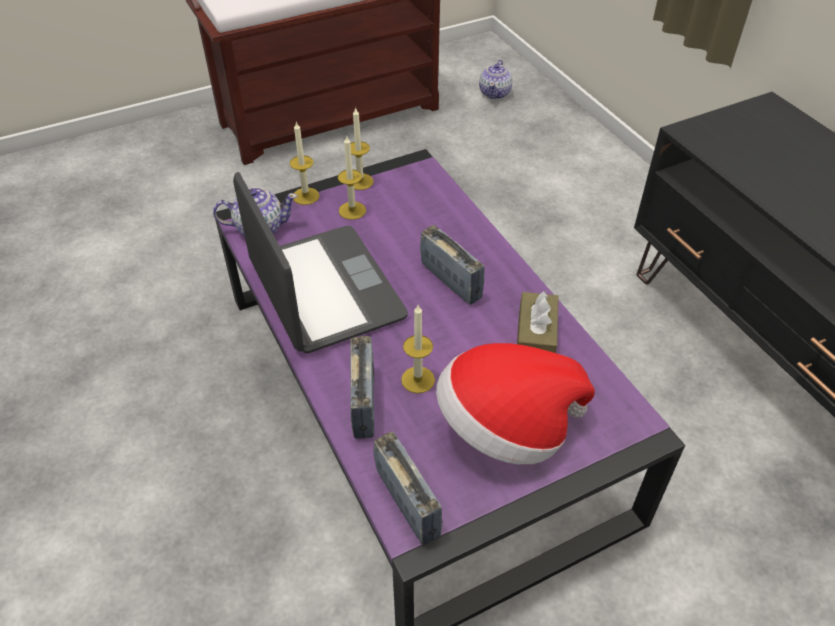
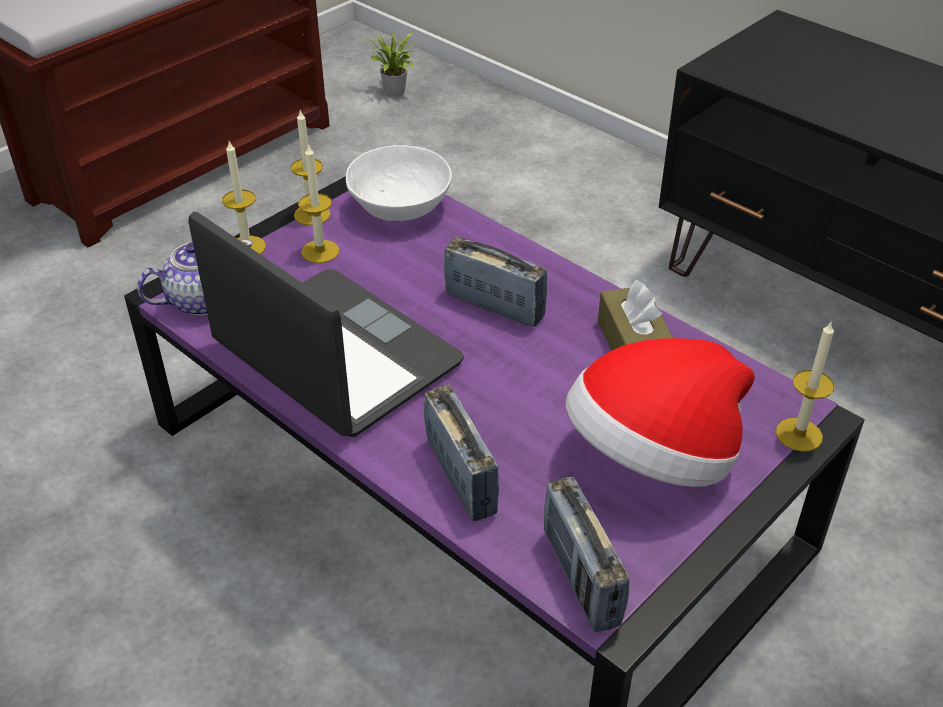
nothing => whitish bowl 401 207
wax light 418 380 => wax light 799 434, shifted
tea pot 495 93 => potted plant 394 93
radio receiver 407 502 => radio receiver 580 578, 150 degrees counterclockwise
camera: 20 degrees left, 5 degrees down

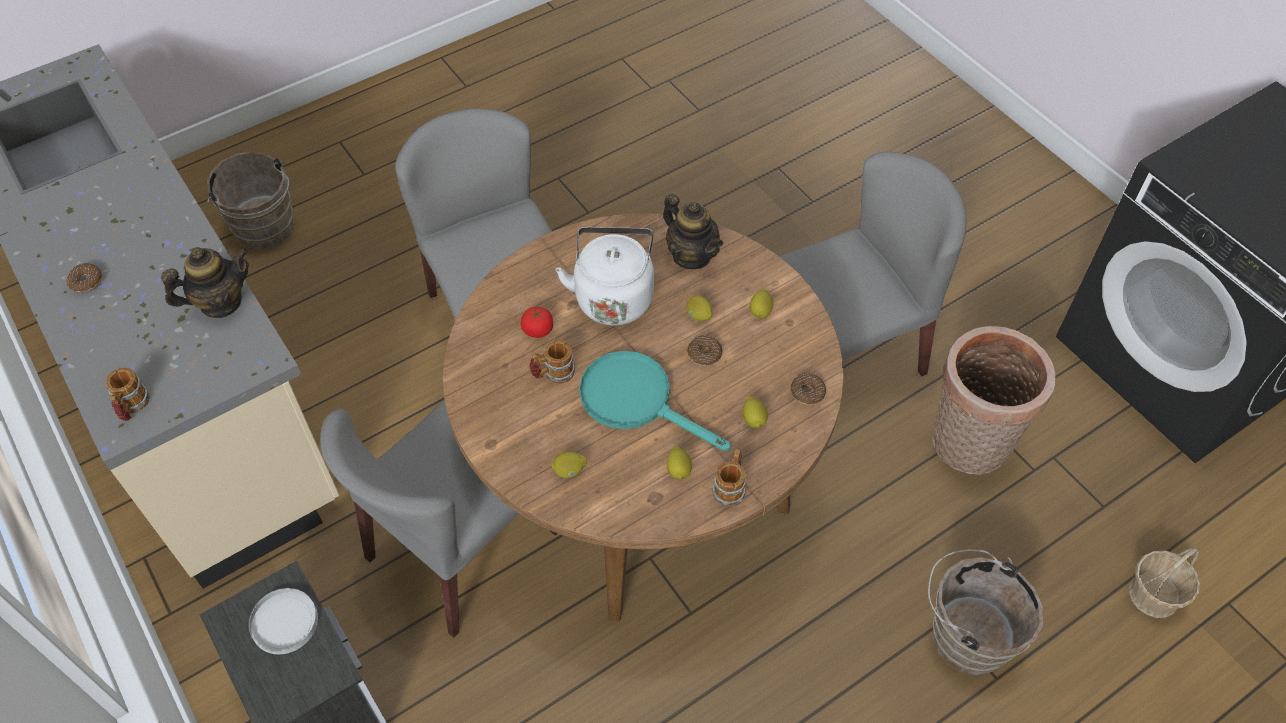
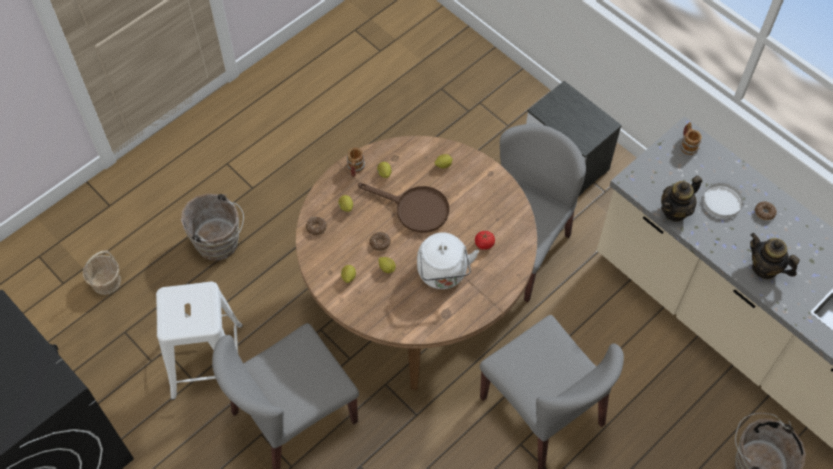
coffee mug 553 374 => nothing
whitish flat dish 284 622 => whitish flat dish 722 202, shifted
tea pot 691 255 => tea pot 765 268, shifted
household basket 968 446 => whitish stool 207 360
turquoise pan 637 400 => brownish pan 414 209
camera: 170 degrees right, 5 degrees up

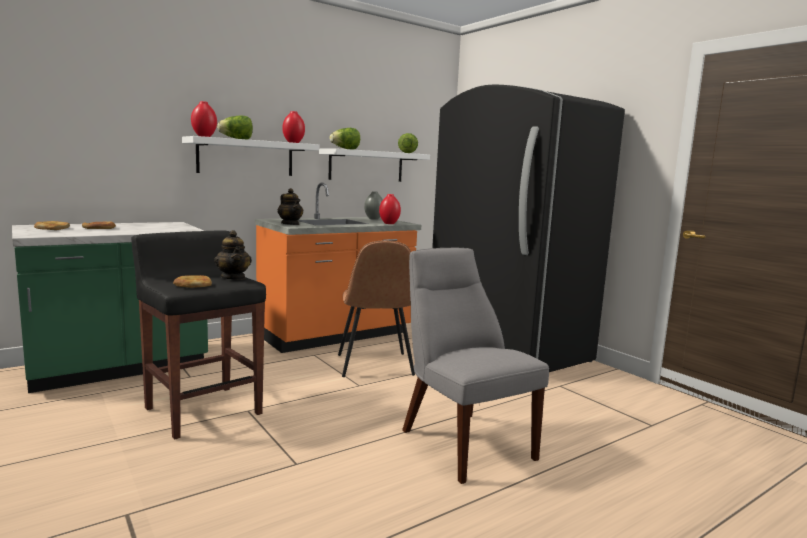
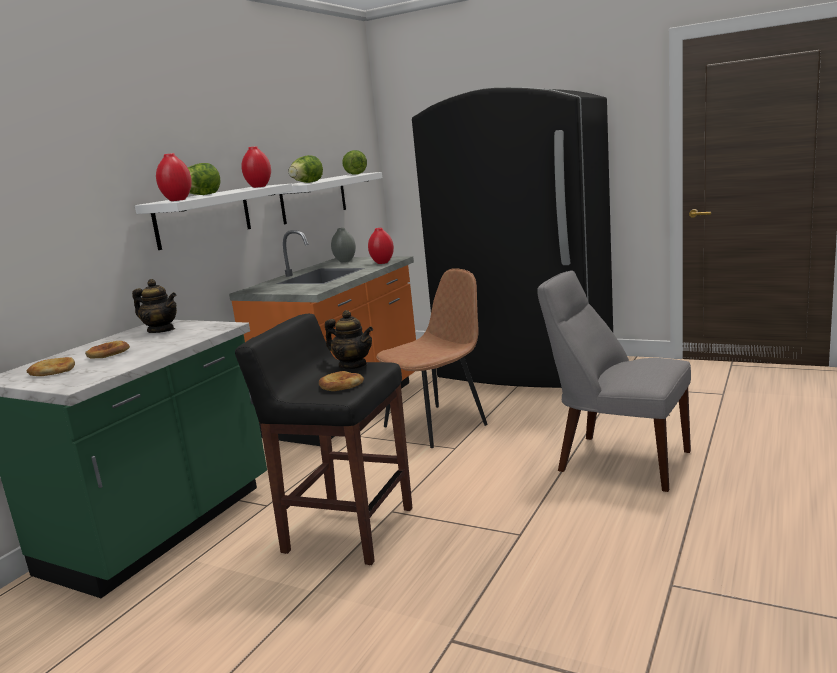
tea pot 290 224 => tea pot 161 330, shifted
brownish chair 375 366 => brownish chair 437 425, 90 degrees counterclockwise
camera: 25 degrees left, 5 degrees up

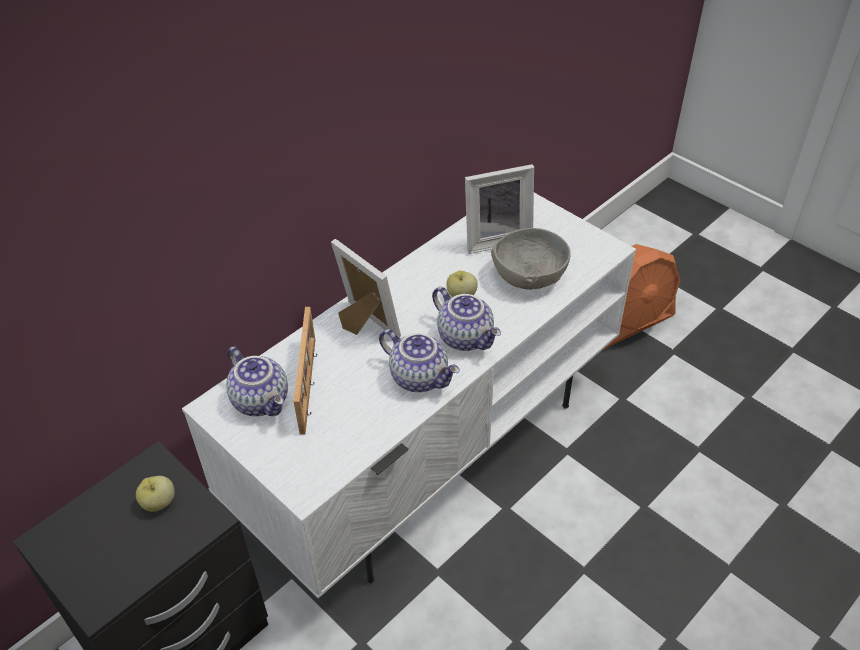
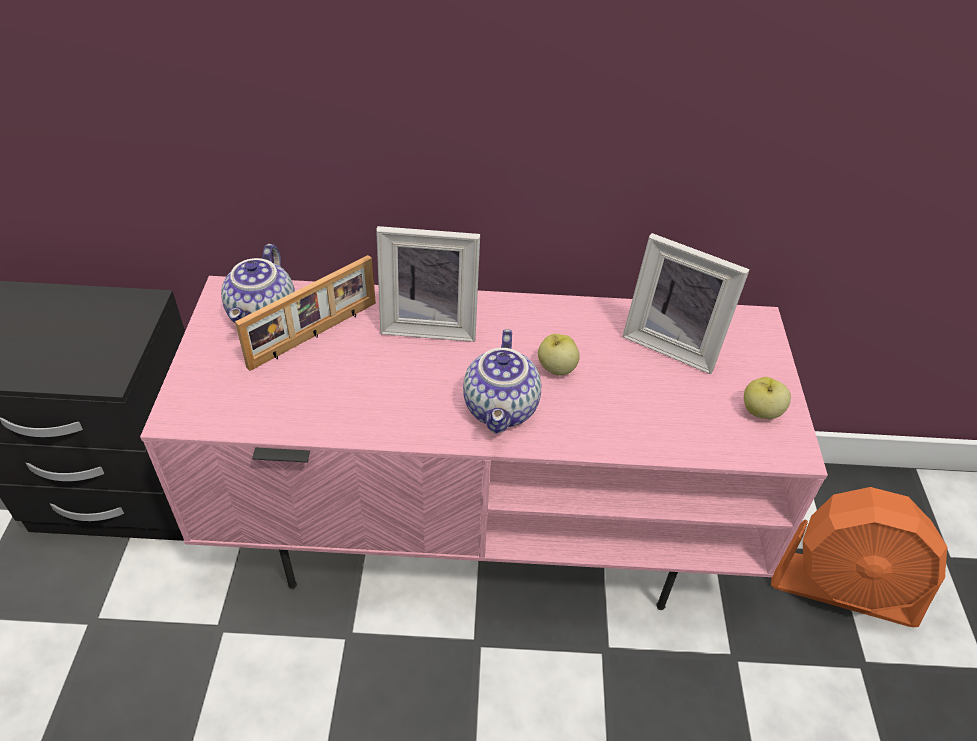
tea pot 420 377 => nothing
grey bowl 529 275 => nothing
apple fruit 159 503 => apple fruit 760 412, shifted
whitish tv stand 430 448 => pinkish tv stand 483 524
standing frame 363 326 => standing frame 430 324, 90 degrees clockwise
camera: 45 degrees right, 0 degrees up

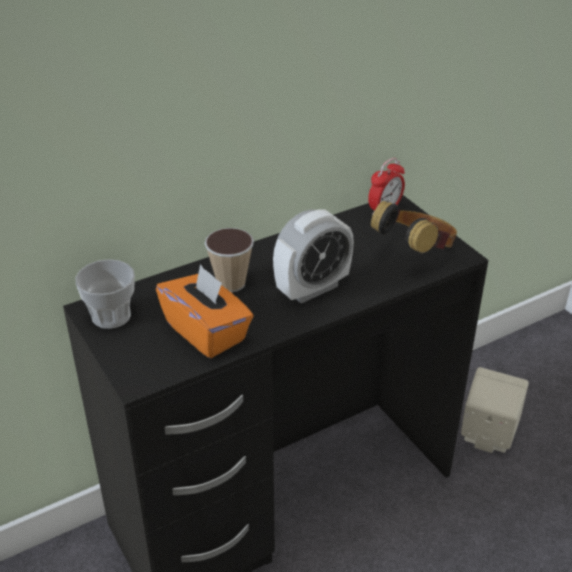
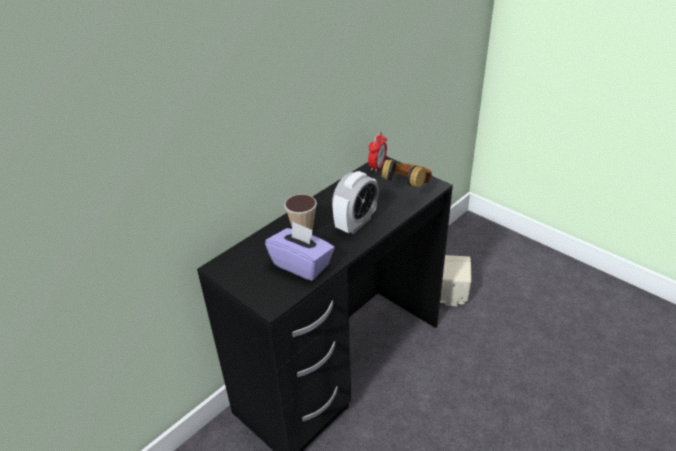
drinking cup 111 316 => nothing
orangey box of tissues 207 332 => purple-coloured box of tissues 302 265
camera: 15 degrees left, 0 degrees up

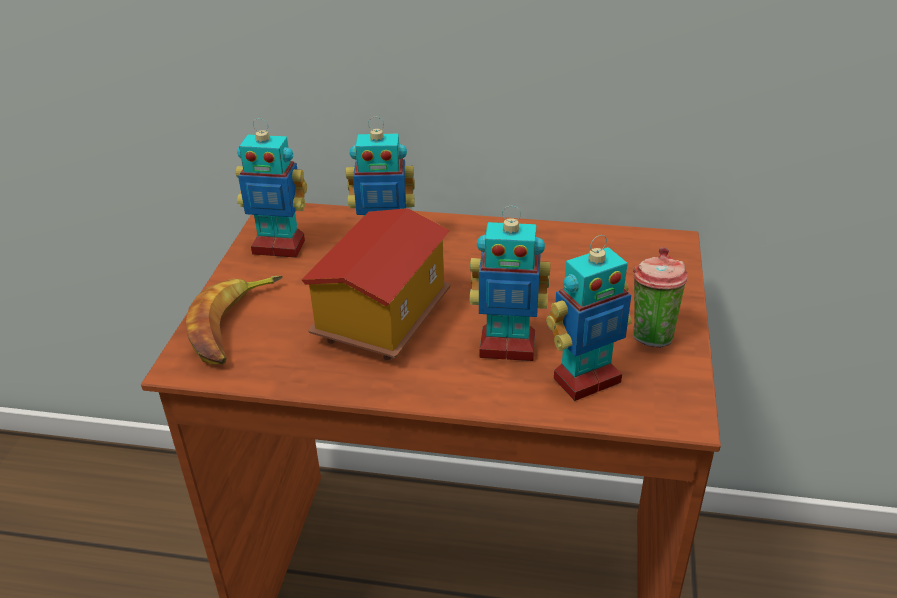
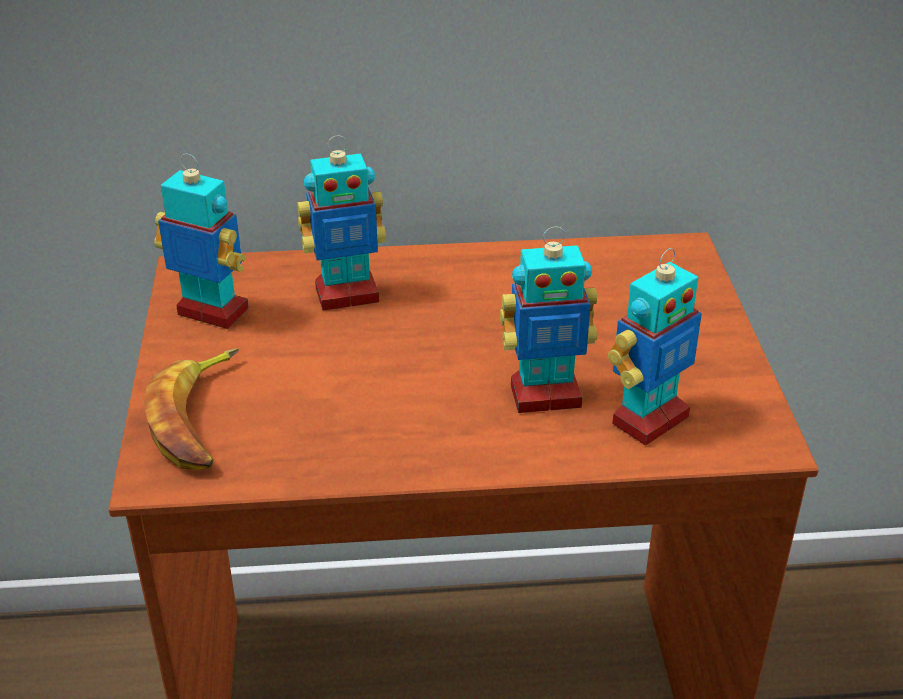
miniature house 381 318 => nothing
drinking cup 650 334 => nothing
robot figure 279 246 => robot figure 212 313, 150 degrees counterclockwise
camera: 15 degrees left, 0 degrees up

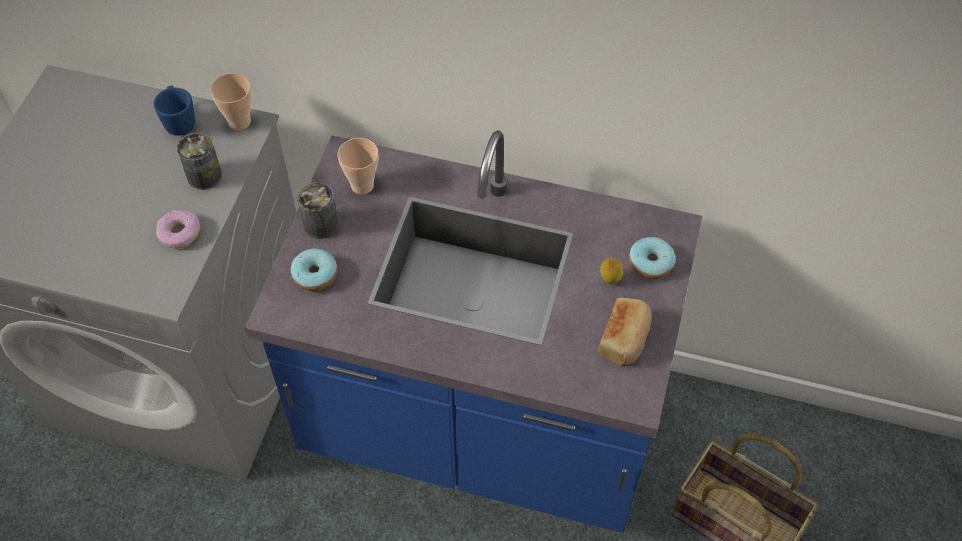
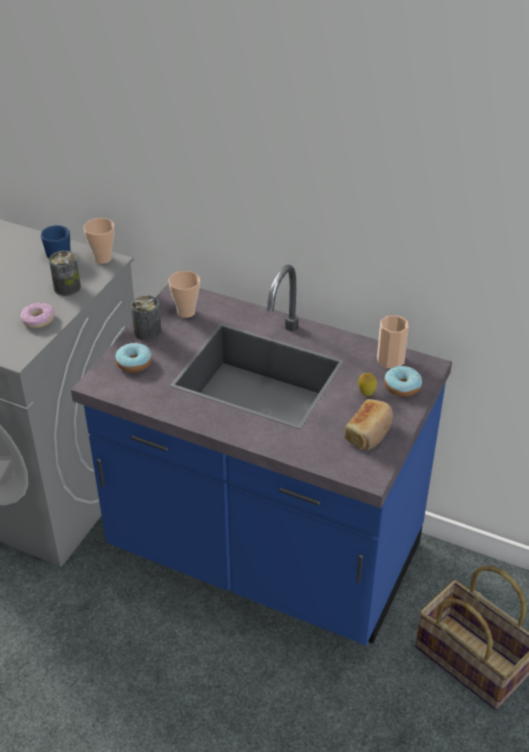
nothing => drinking cup 390 360
camera: 10 degrees right, 15 degrees down

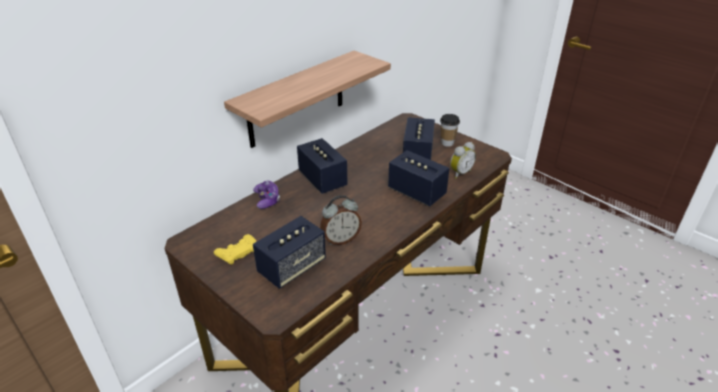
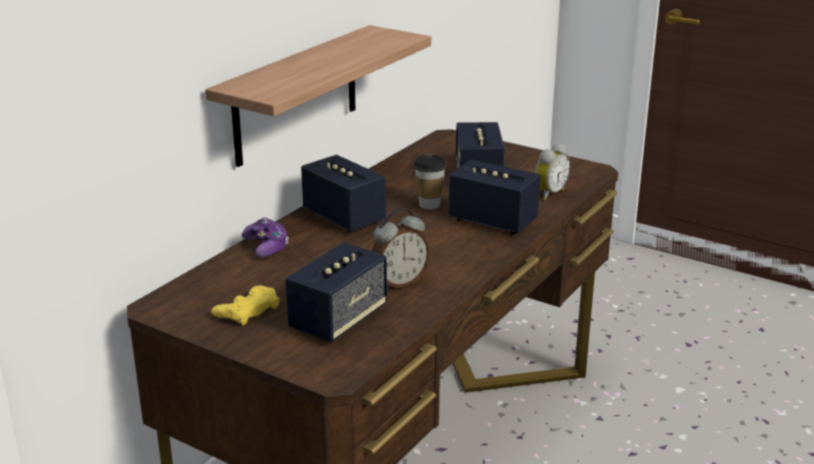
drinking cup 447 143 => drinking cup 429 205, shifted
camera: 10 degrees left, 10 degrees down

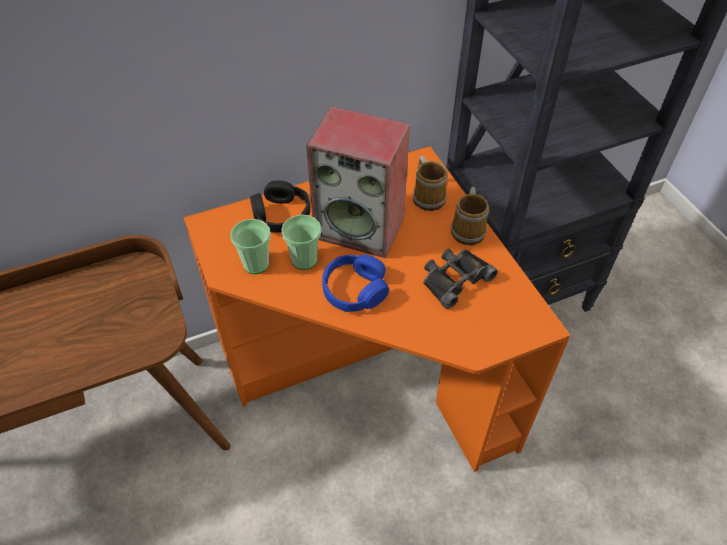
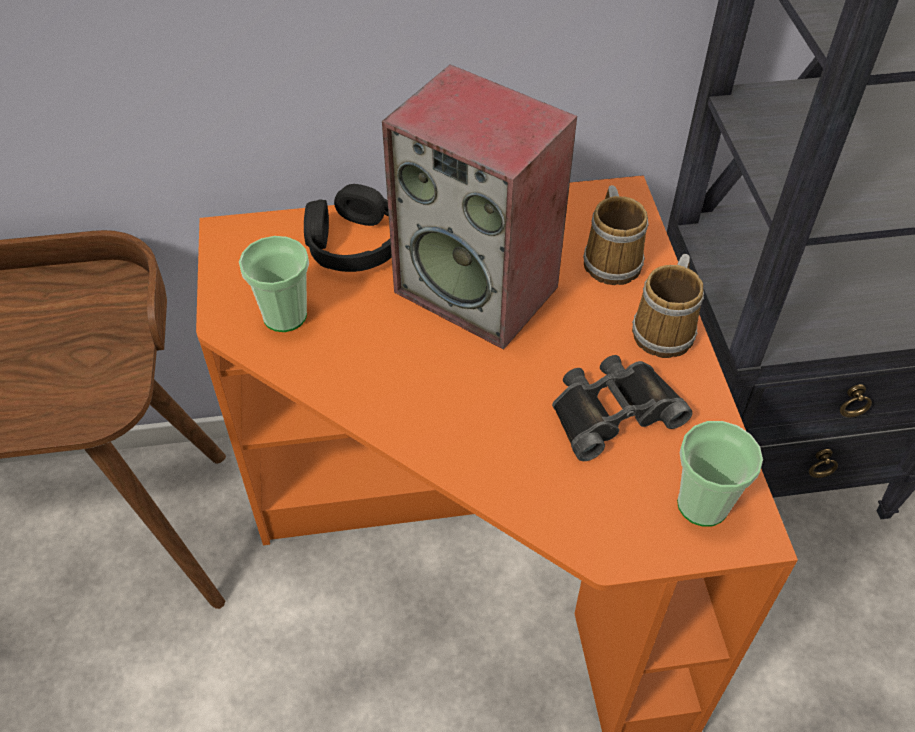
blue headphones 355 290 => nothing
drinking cup 304 260 => drinking cup 702 504, shifted
camera: 15 degrees right, 0 degrees up

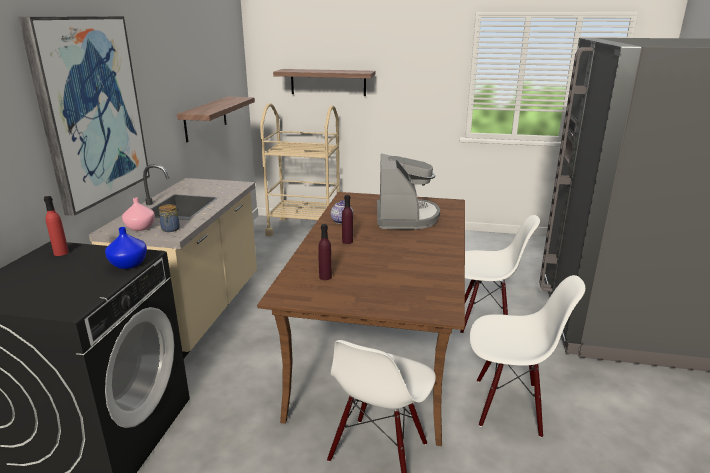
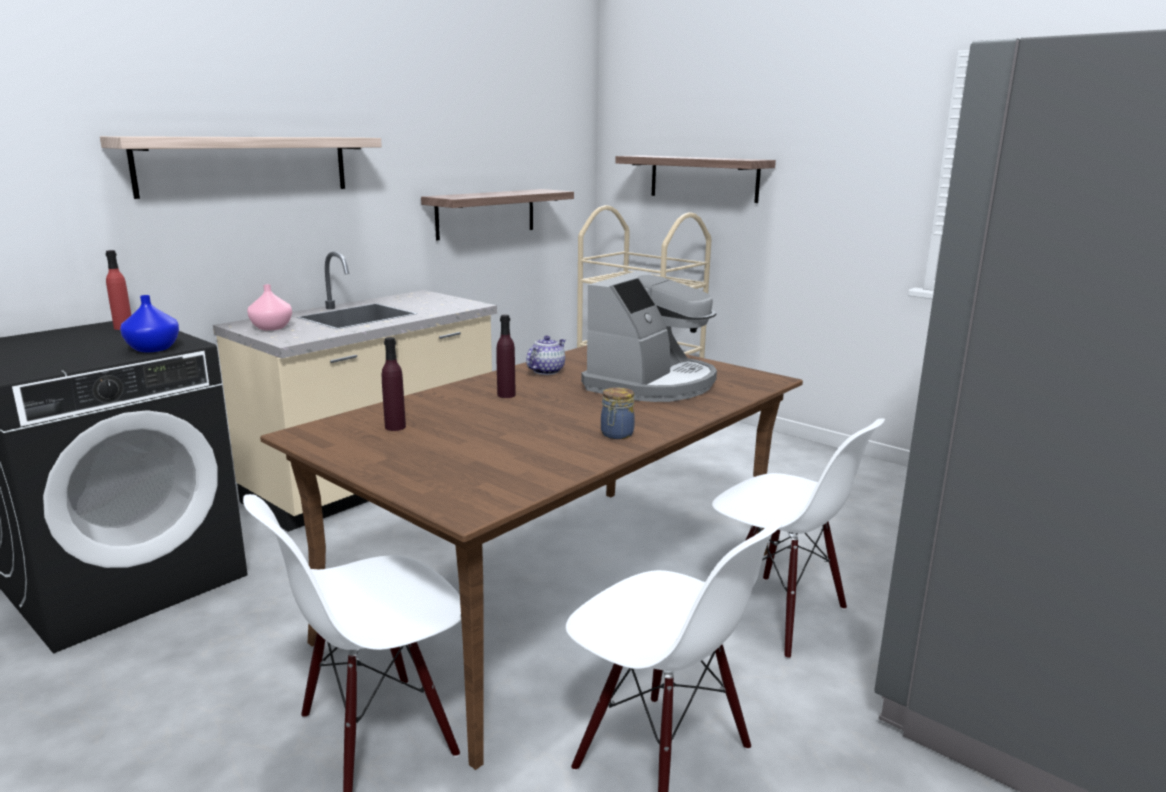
storage jar 170 229 => storage jar 616 434, shifted
picture 90 110 => shelf 246 165
camera: 30 degrees right, 5 degrees down

